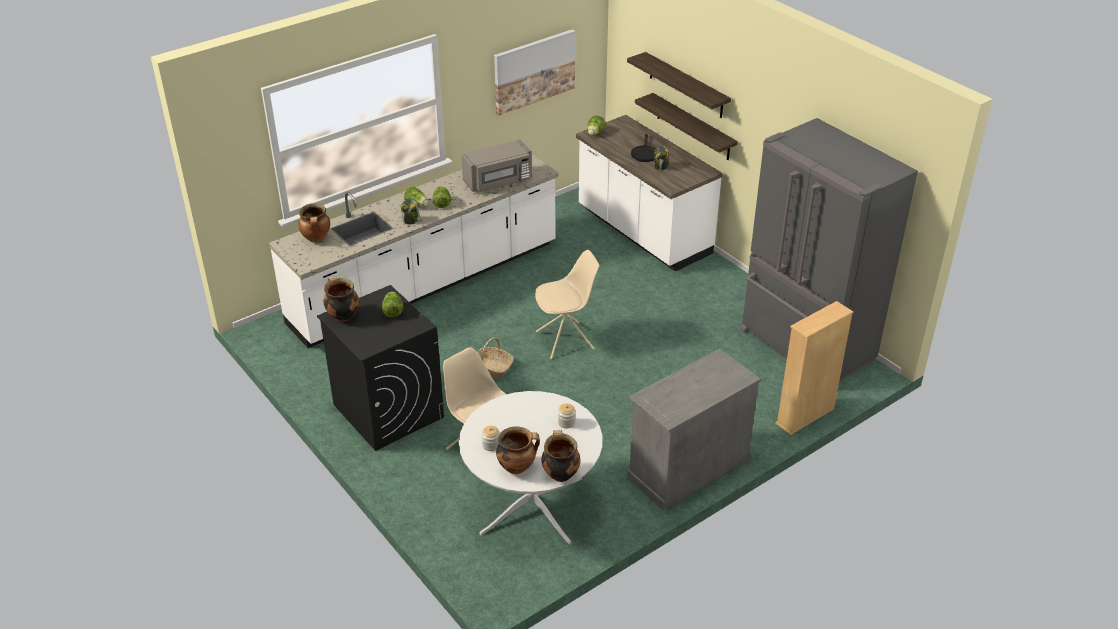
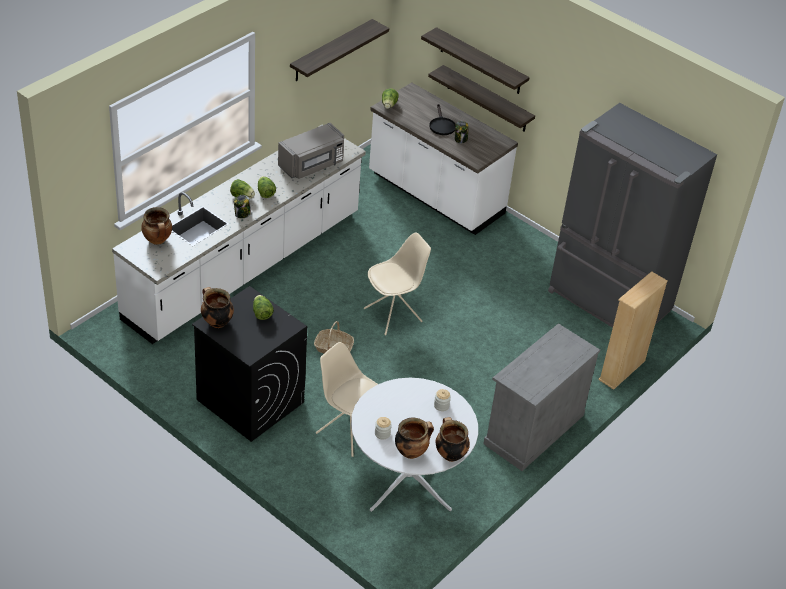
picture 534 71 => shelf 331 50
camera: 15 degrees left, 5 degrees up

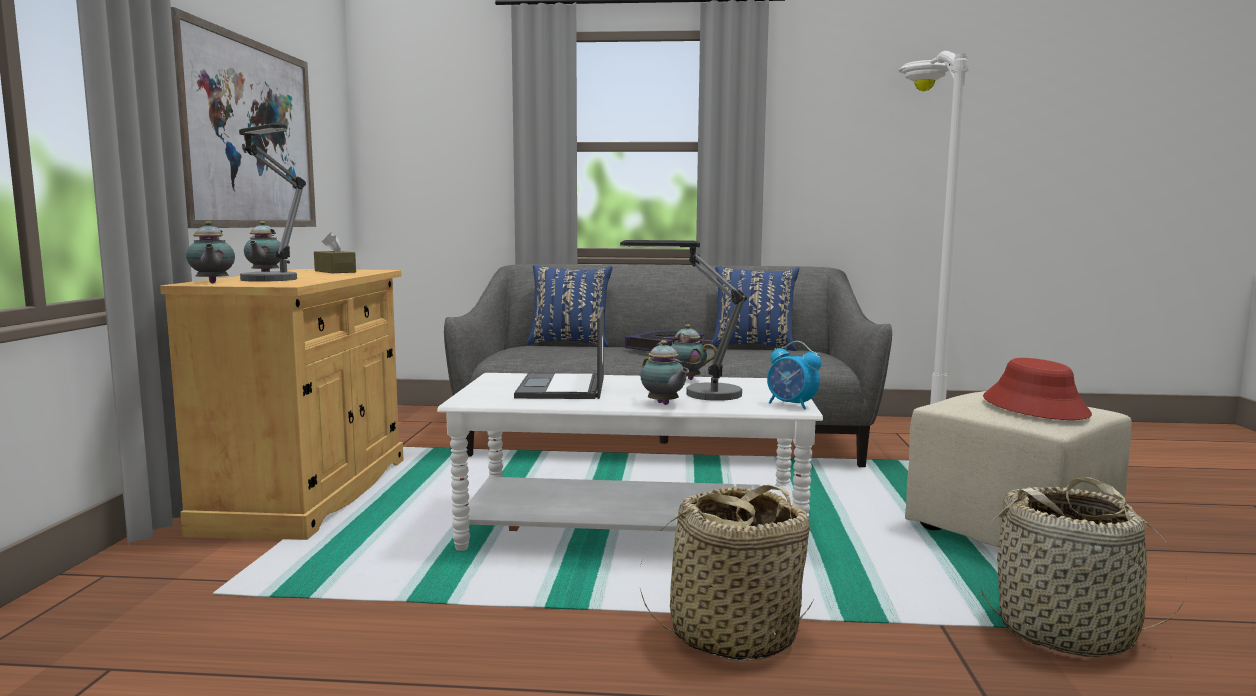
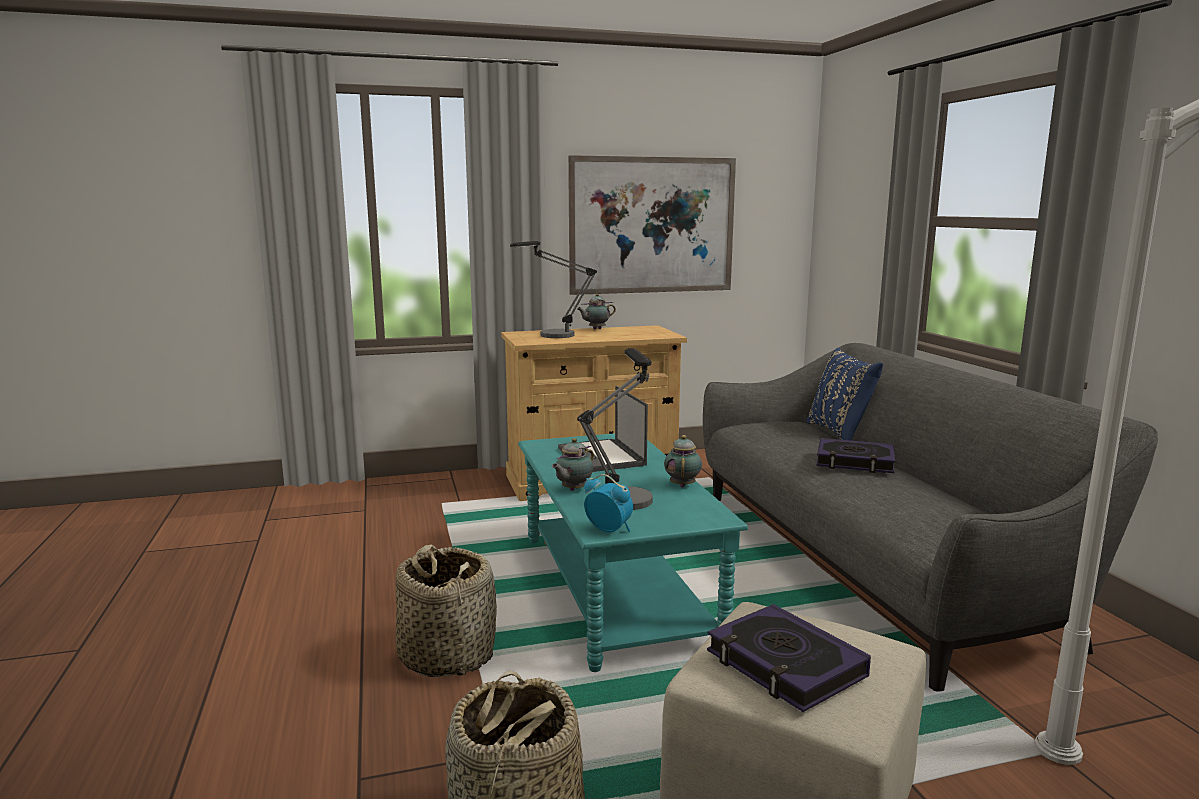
tea pot 212 283 => nothing
brownish box of tissues 335 271 => nothing
blue cushion 753 347 => nothing
red hat 1035 407 => volume 785 665
whitish lounge table 633 528 => turquoise lounge table 615 589
portable computer 562 388 => portable computer 602 457, 90 degrees counterclockwise
alarm clock 791 405 => alarm clock 609 530, 105 degrees clockwise
camera: 70 degrees right, 5 degrees up

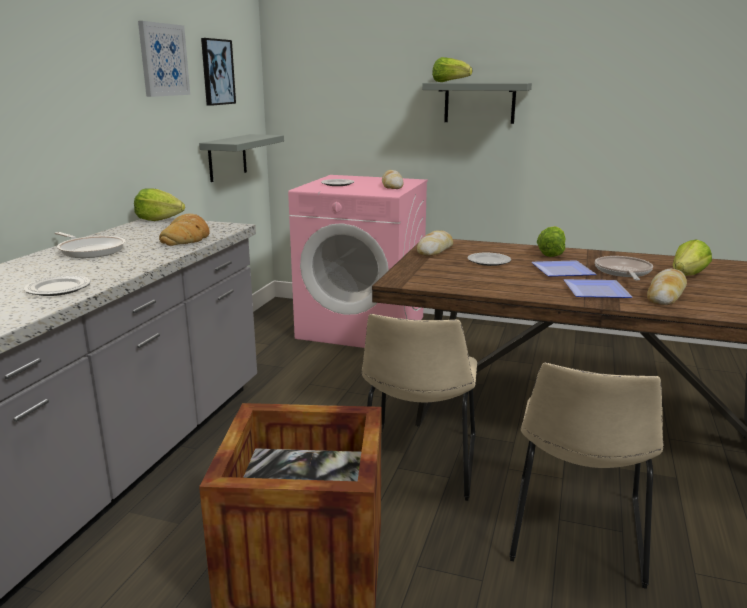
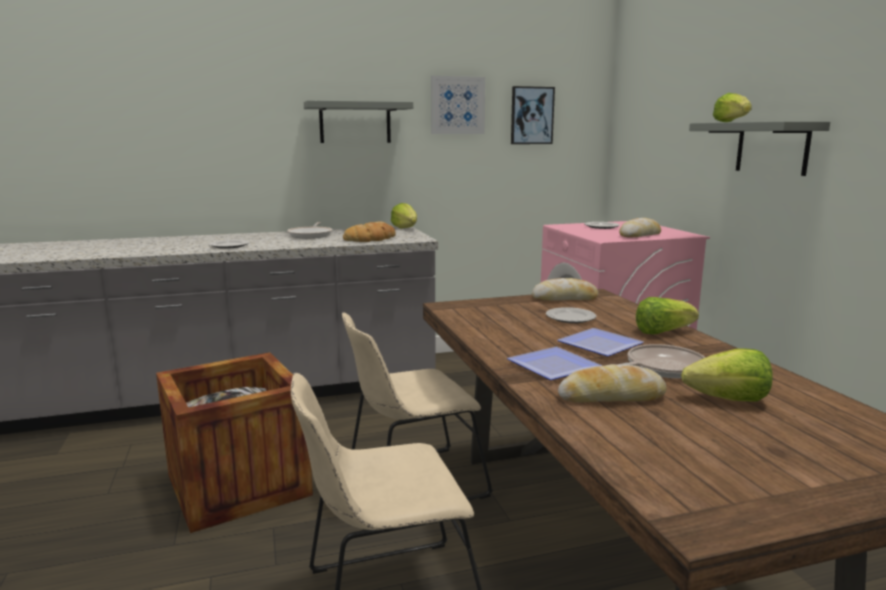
grey shelf 227 157 => grey shelf 355 123, shifted
camera: 55 degrees right, 5 degrees down

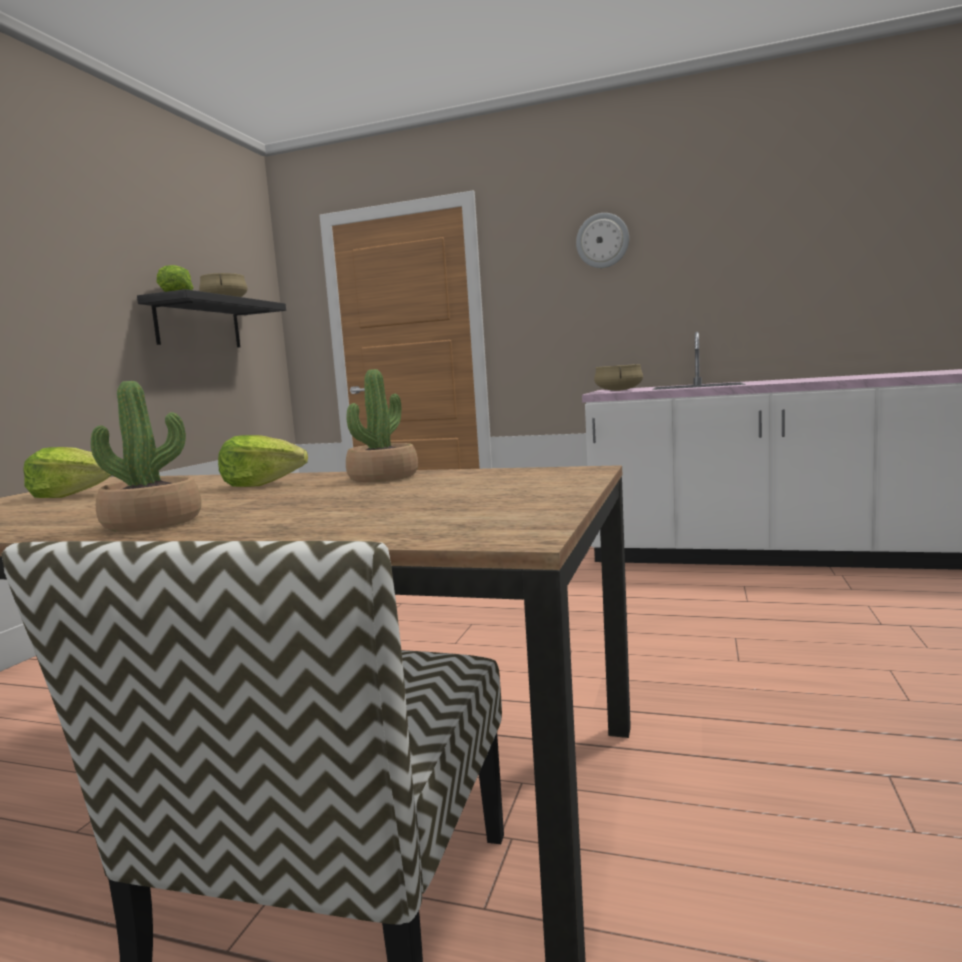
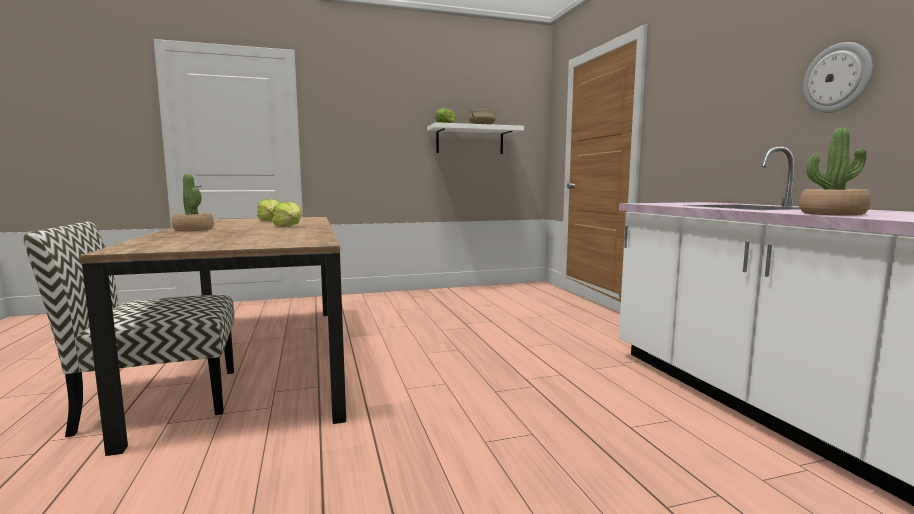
beige-coloured stockpot 619 390 => nothing
potted plant 383 477 => potted plant 832 214, shifted
hanging clock 602 240 => hanging clock 837 78, shifted
black-coloured shelf 198 324 => whitish shelf 470 140
camera: 55 degrees right, 0 degrees up

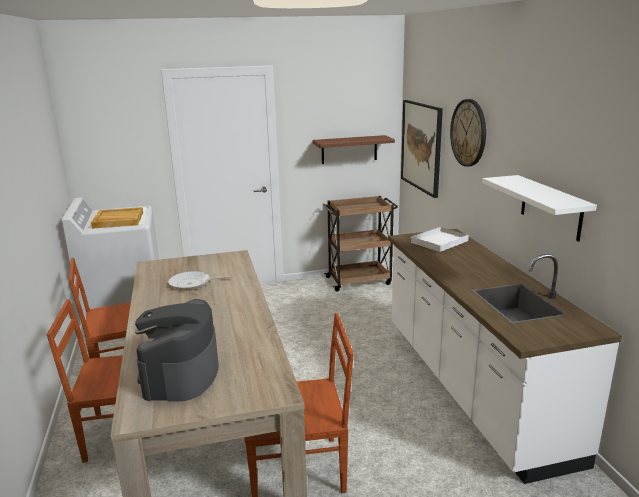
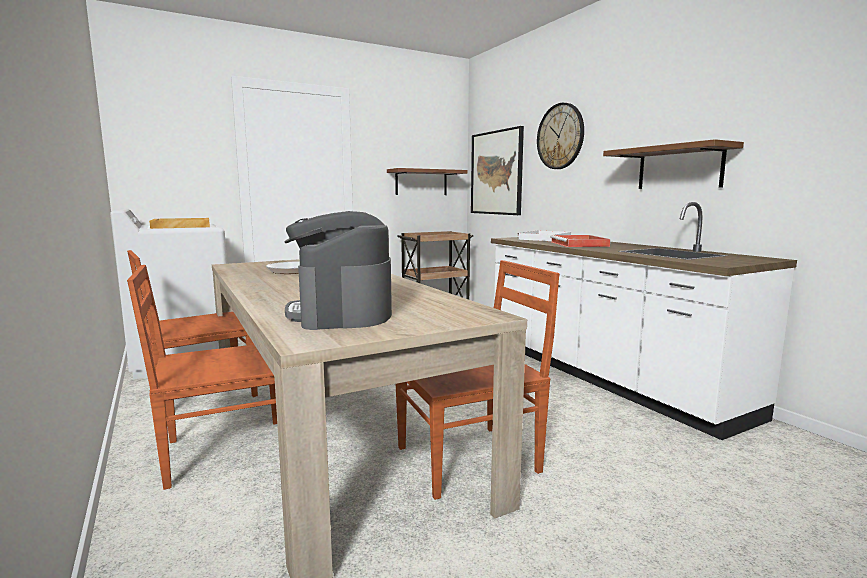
nothing => red serving tray 579 244
whitish shelf 551 207 => brownish shelf 679 168
camera: 15 degrees left, 10 degrees down

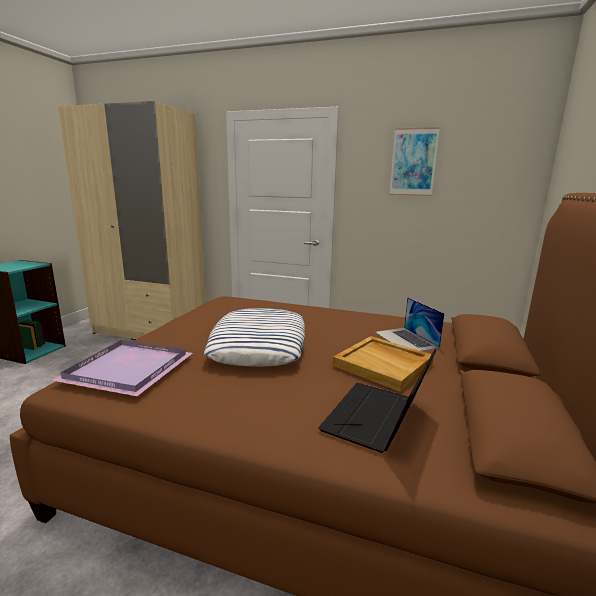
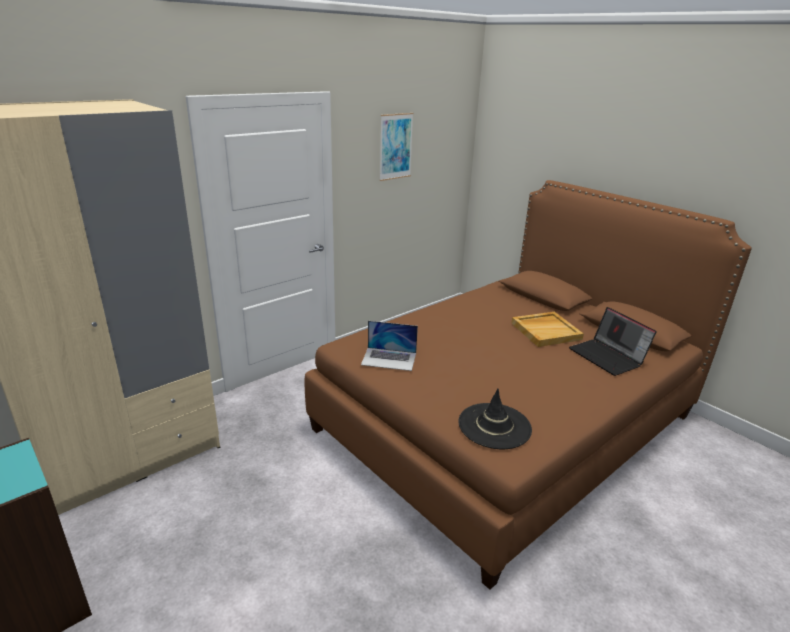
cushion 259 345 => nothing
portable computer 406 339 => portable computer 389 359, shifted
purple-coloured serving tray 128 368 => black-coloured hat 494 426
camera: 60 degrees left, 10 degrees up

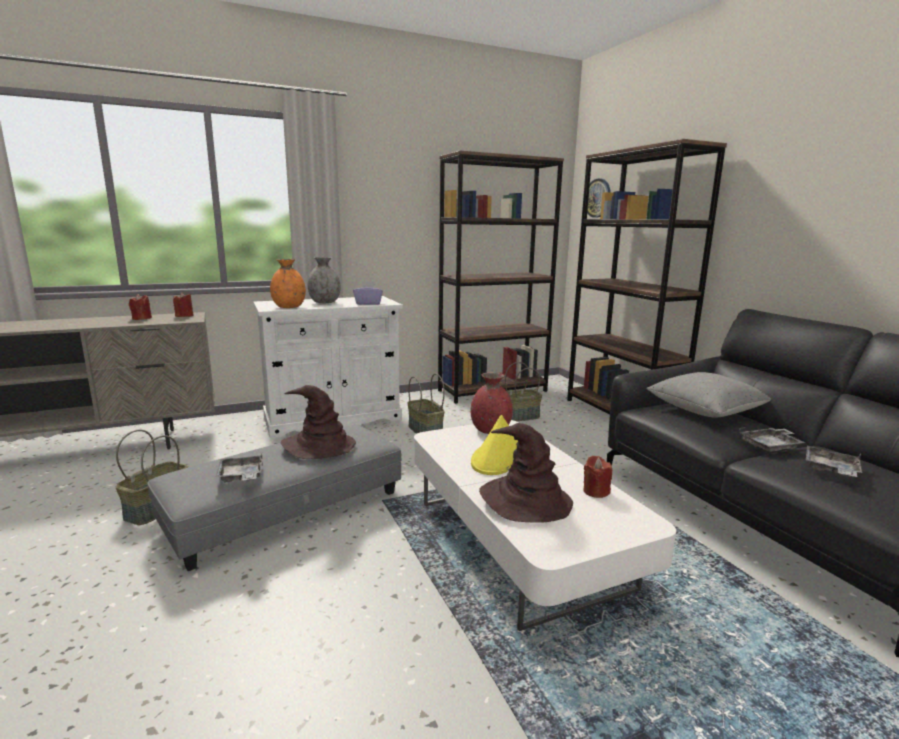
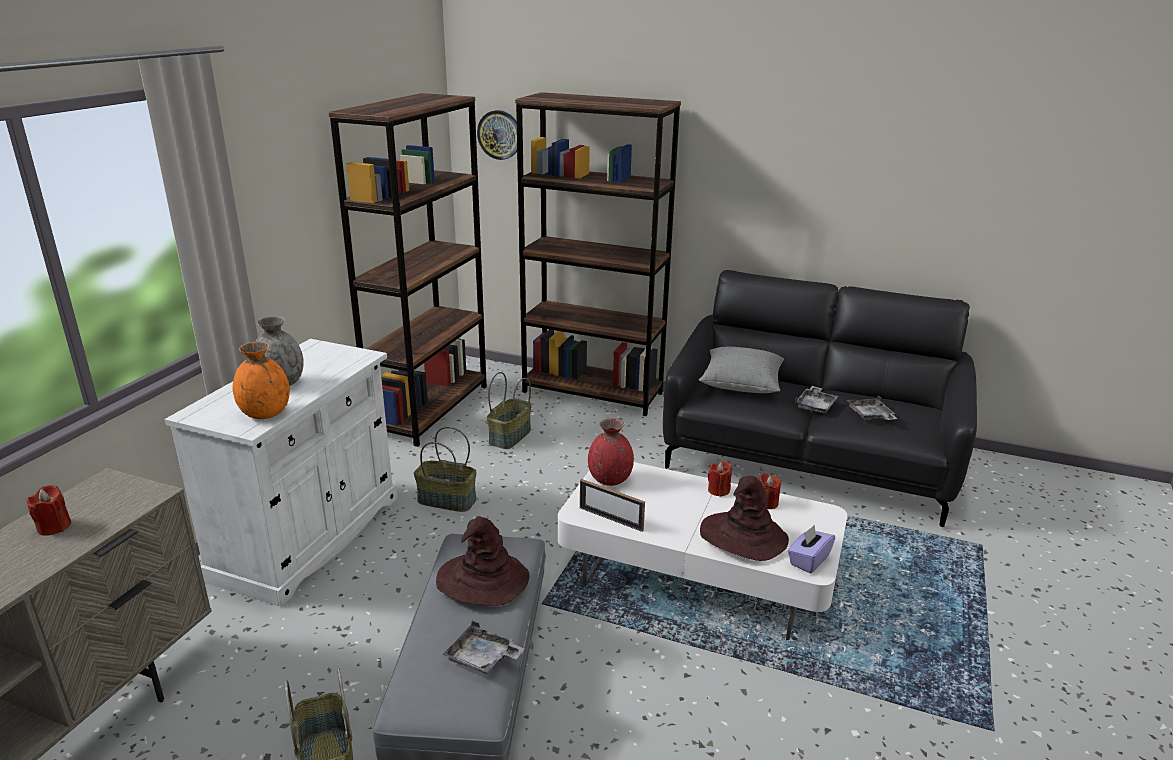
yellow-coloured hat 499 458 => nothing
nothing => standing frame 611 519
red wax light 184 316 => red wax light 718 490, shifted
purple-coloured box of tissues 368 303 => purple-coloured box of tissues 808 560, shifted
camera: 45 degrees left, 10 degrees up

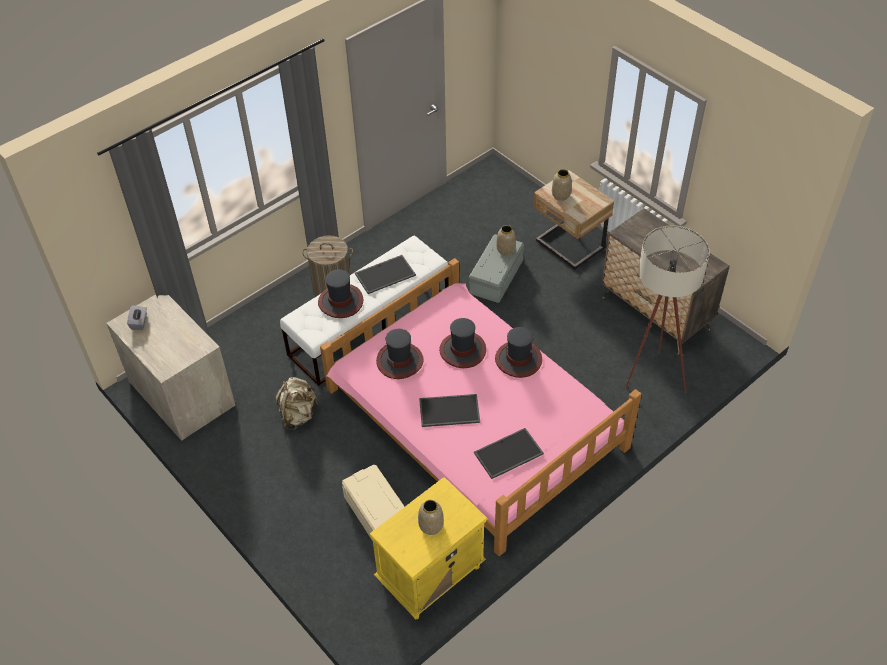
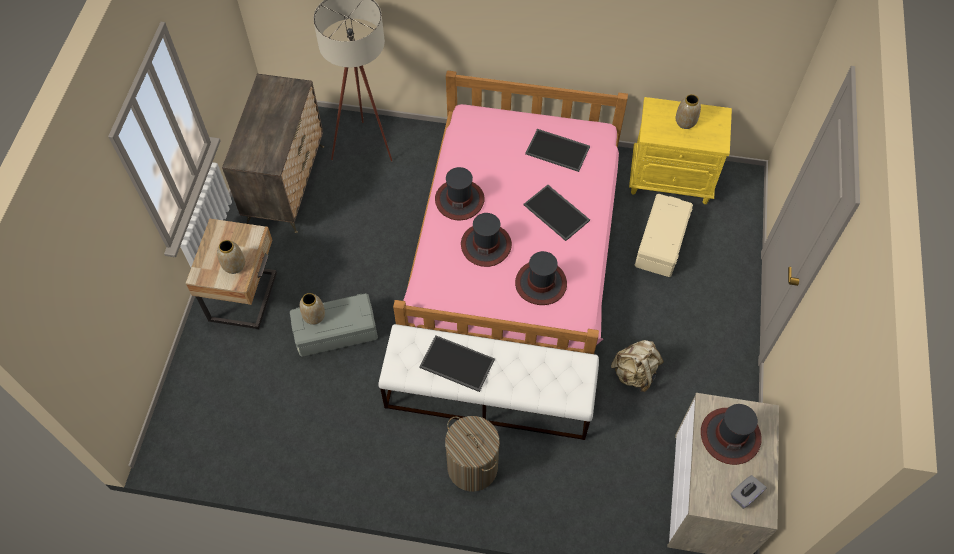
hat 341 301 => hat 730 435, shifted
camera: 130 degrees left, 10 degrees up

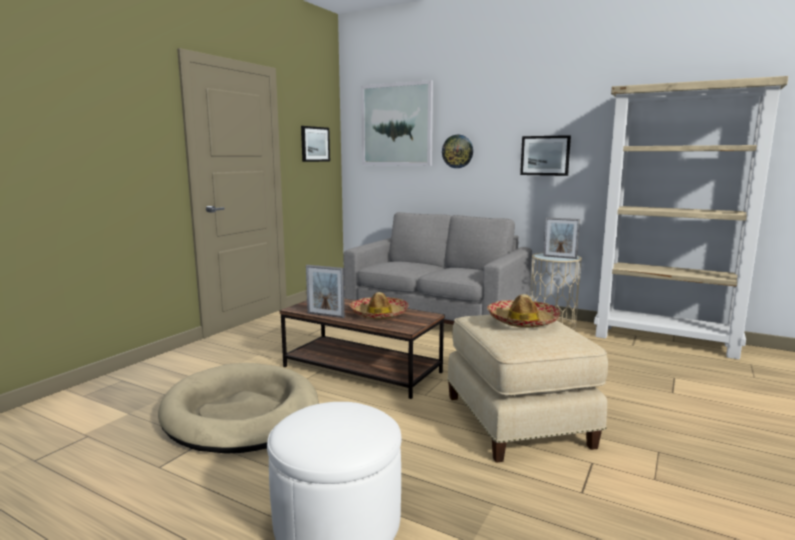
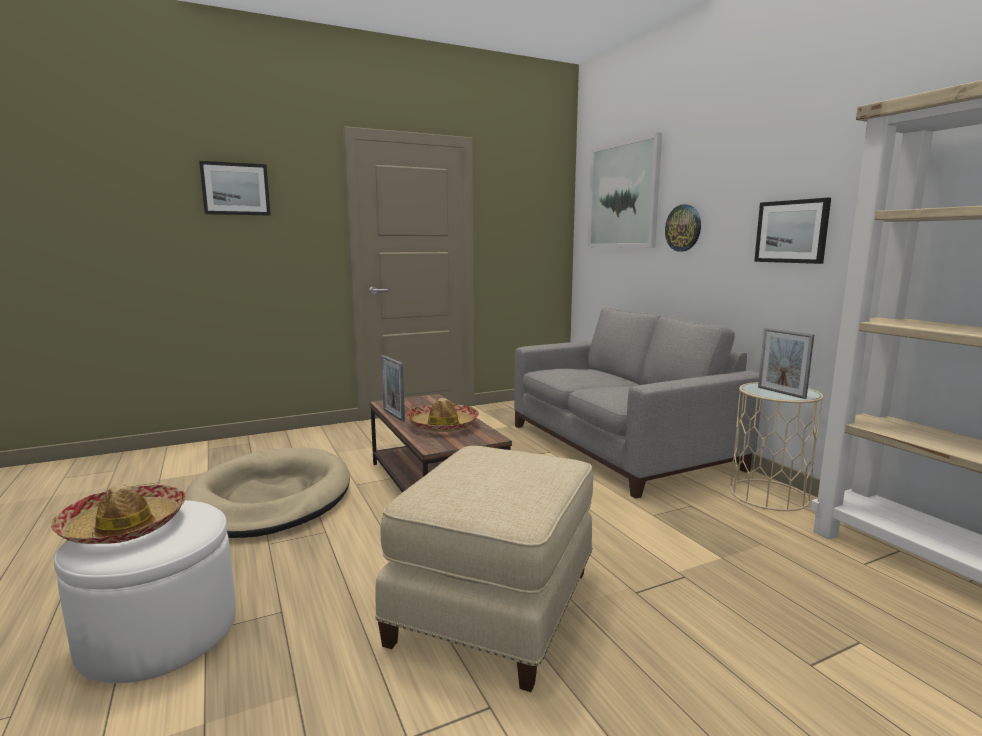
picture 315 144 => picture 235 189, shifted
hat 522 321 => hat 124 526, shifted
camera: 35 degrees right, 0 degrees up

